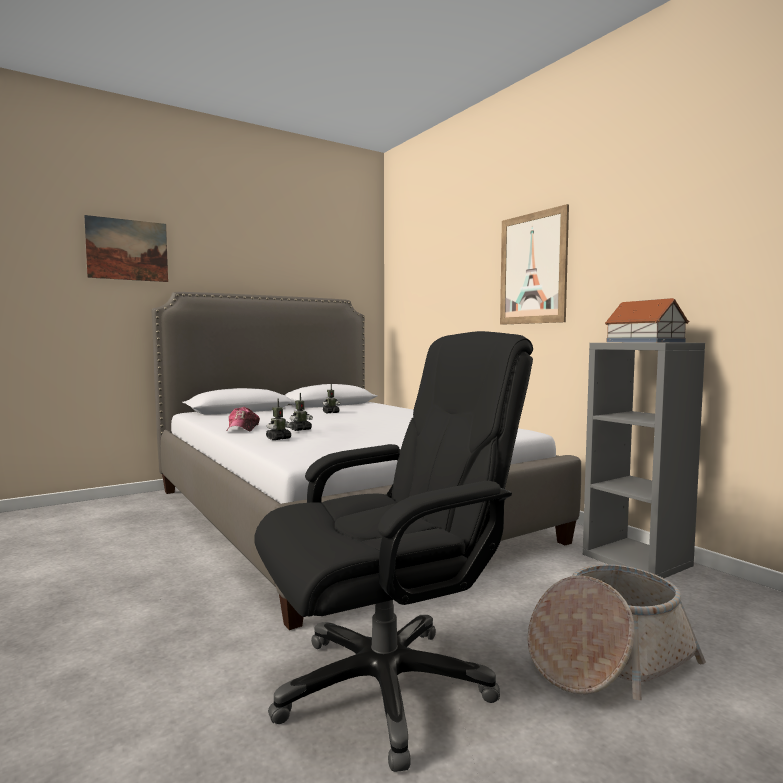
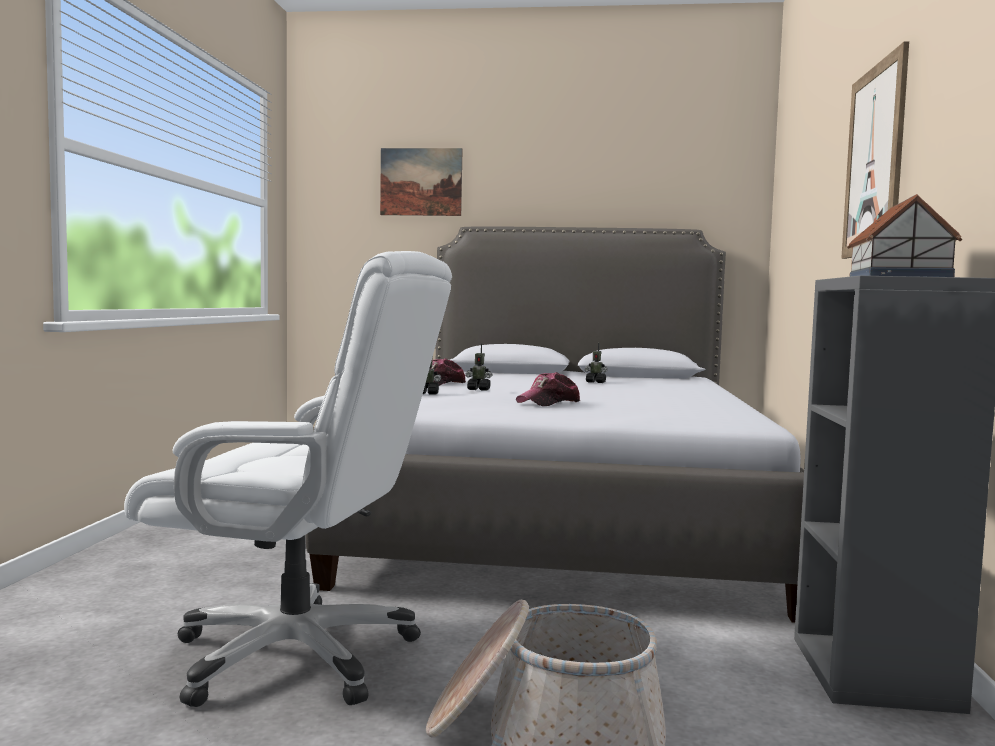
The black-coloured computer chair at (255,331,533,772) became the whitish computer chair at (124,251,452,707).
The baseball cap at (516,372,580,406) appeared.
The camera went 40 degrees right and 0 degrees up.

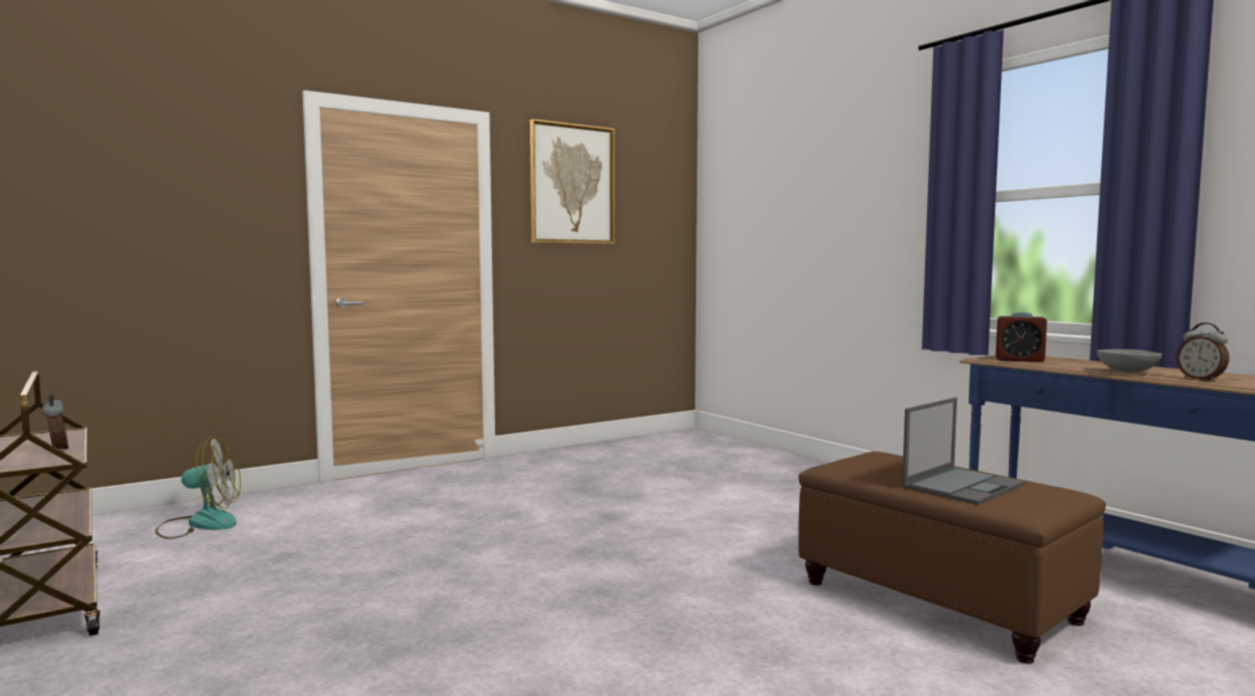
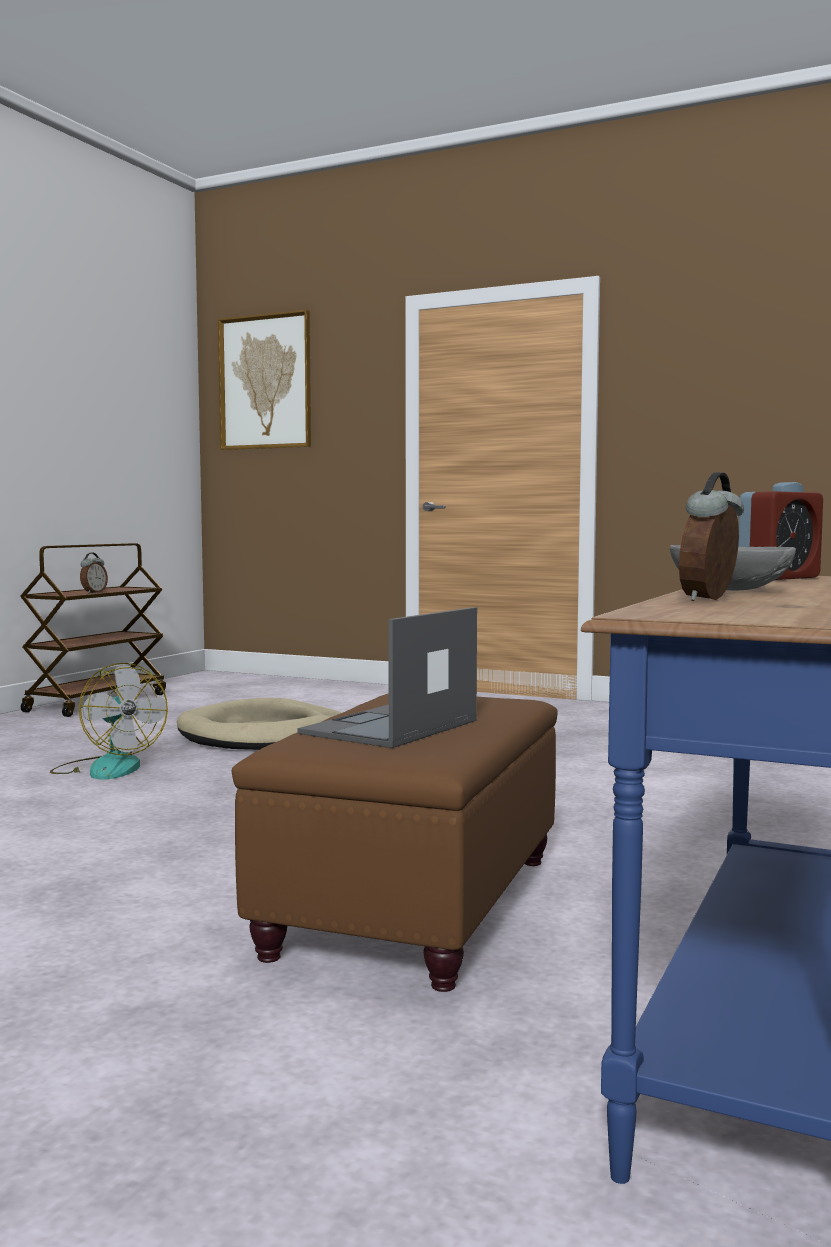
The wall picture moved from (530,119,615,244) to (218,310,311,450).
The bedside clock at (996,312,1047,362) turned 120 degrees counterclockwise.
The laptop at (902,397,1025,505) turned 105 degrees clockwise.
The electric fan moved from (155,437,241,539) to (50,663,168,780).
The sand-coloured dog cushion at (177,698,342,750) appeared.
The camera went 60 degrees right and 0 degrees up.

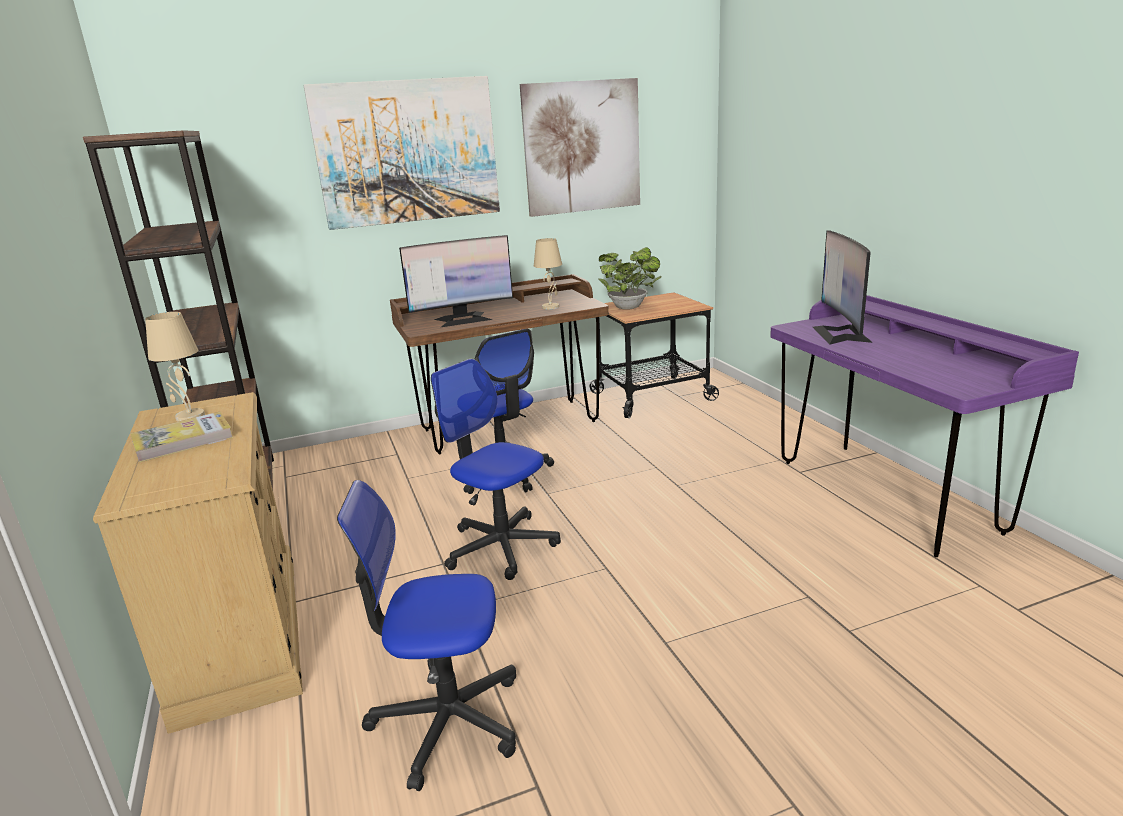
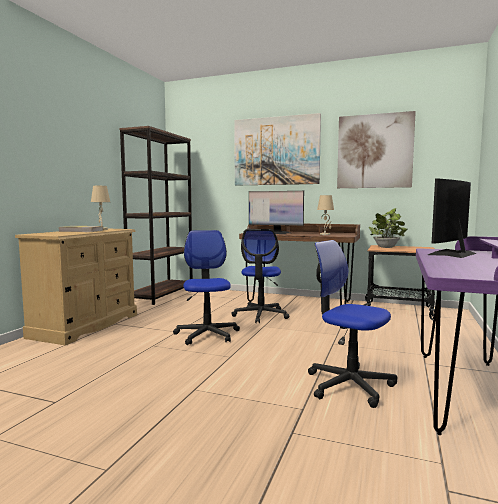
The computer chair moved from (337,480,516,791) to (308,240,397,408).
The camera went 40 degrees right and 15 degrees down.

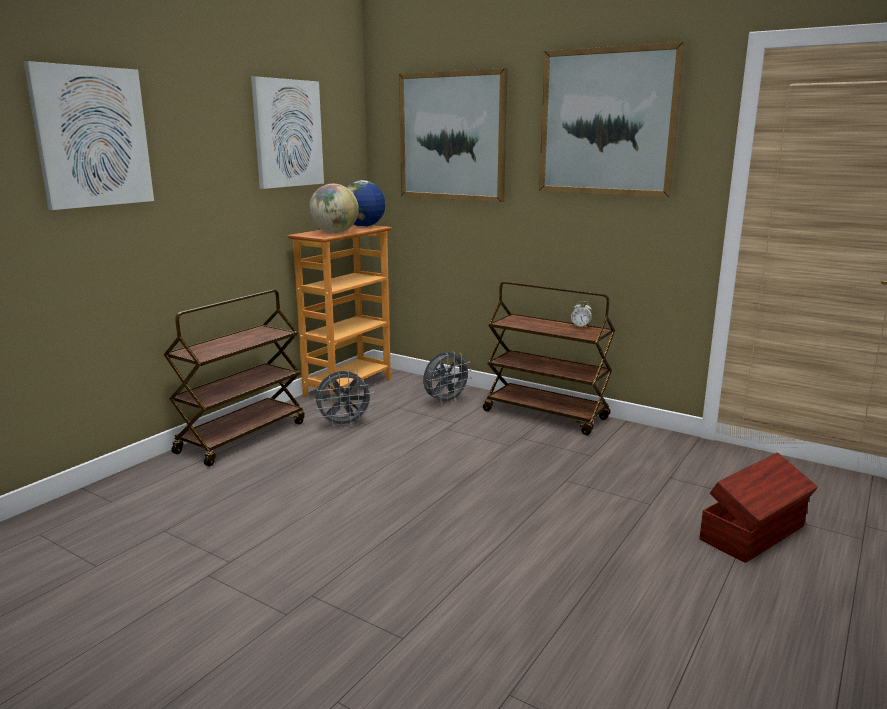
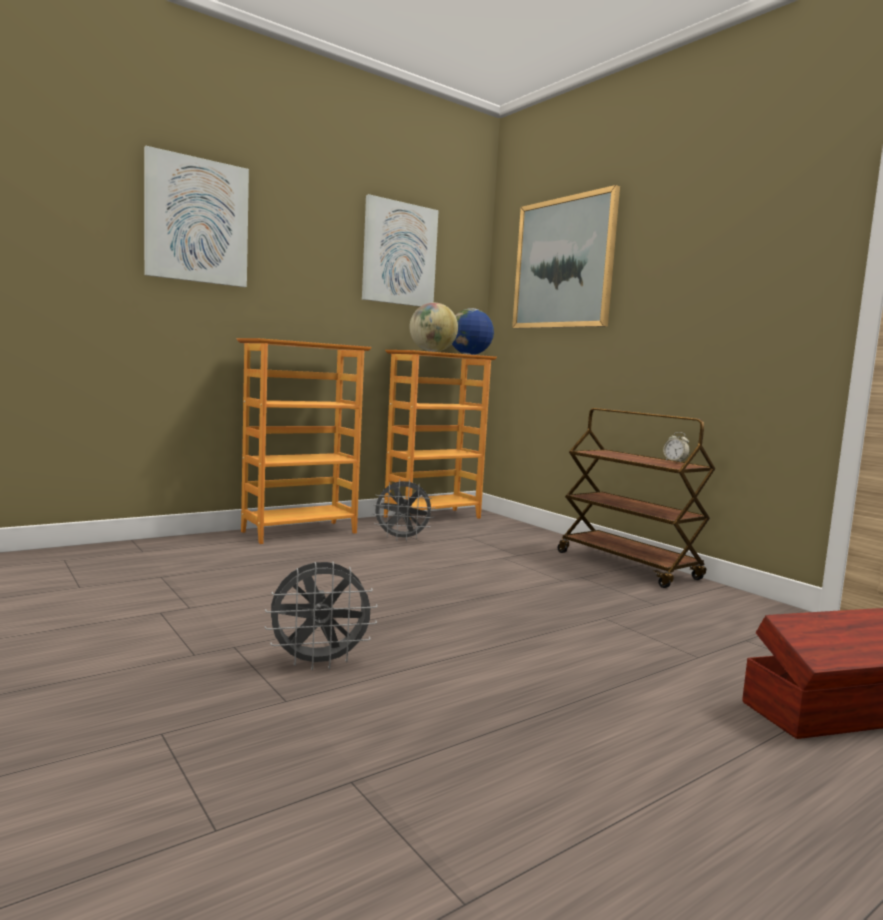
The wall picture at (539,42,685,197) disappeared.
The brown-coloured trolley at (163,290,305,467) was replaced by the shelving unit at (236,338,372,544).
The grey electric fan moved from (423,351,472,405) to (265,561,378,670).
The camera went 20 degrees right and 10 degrees down.

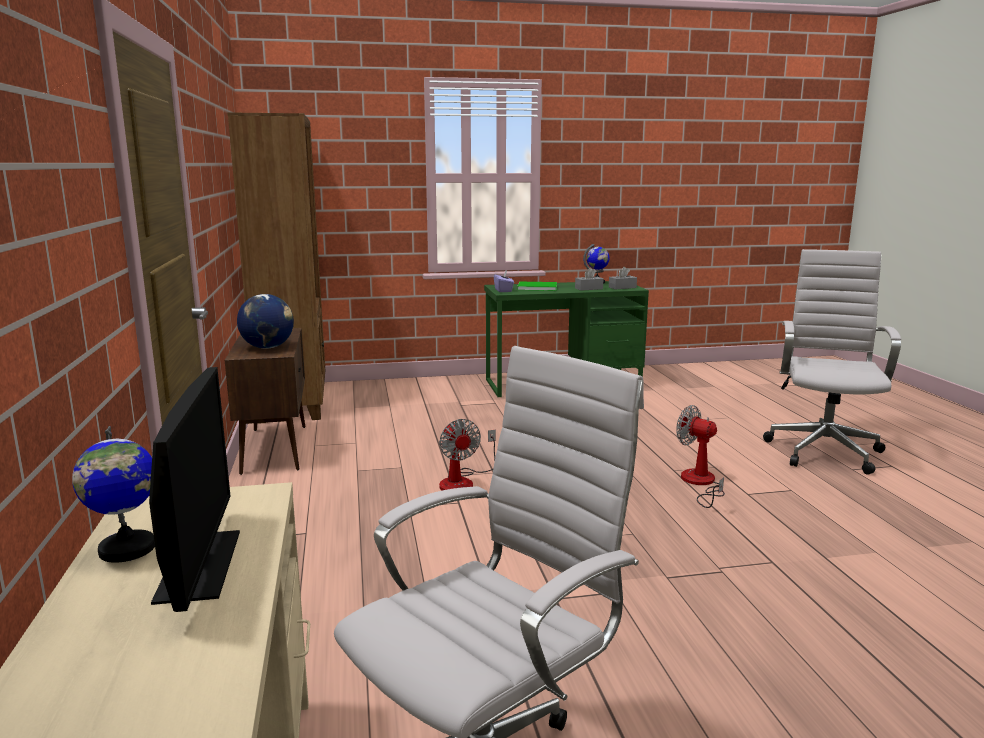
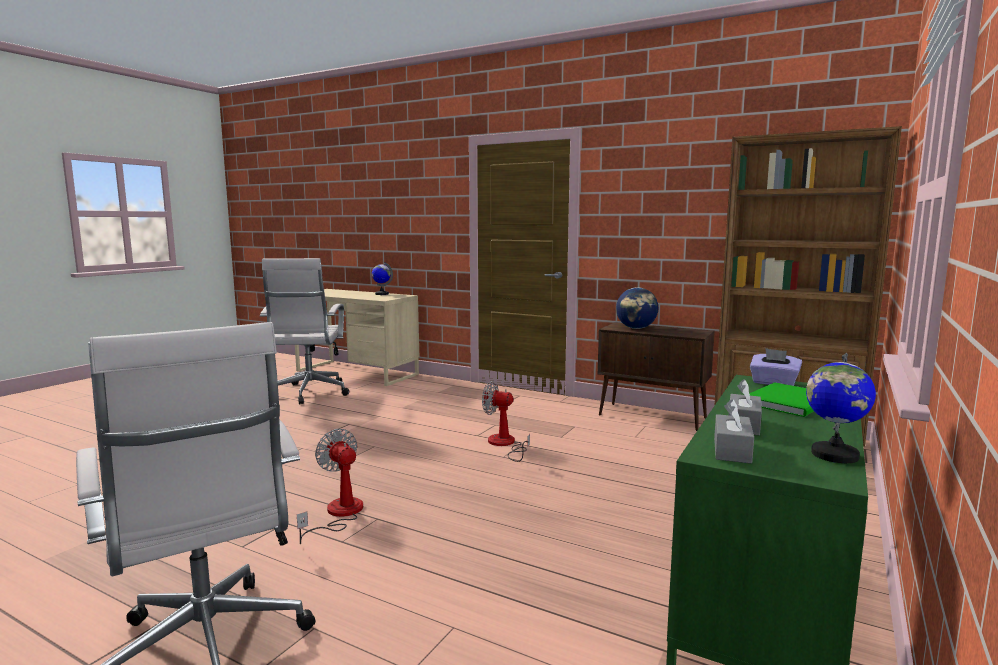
The monitor at (149,367,240,612) disappeared.
The electric fan at (676,405,725,508) turned 120 degrees counterclockwise.
The camera went 130 degrees right and 5 degrees down.

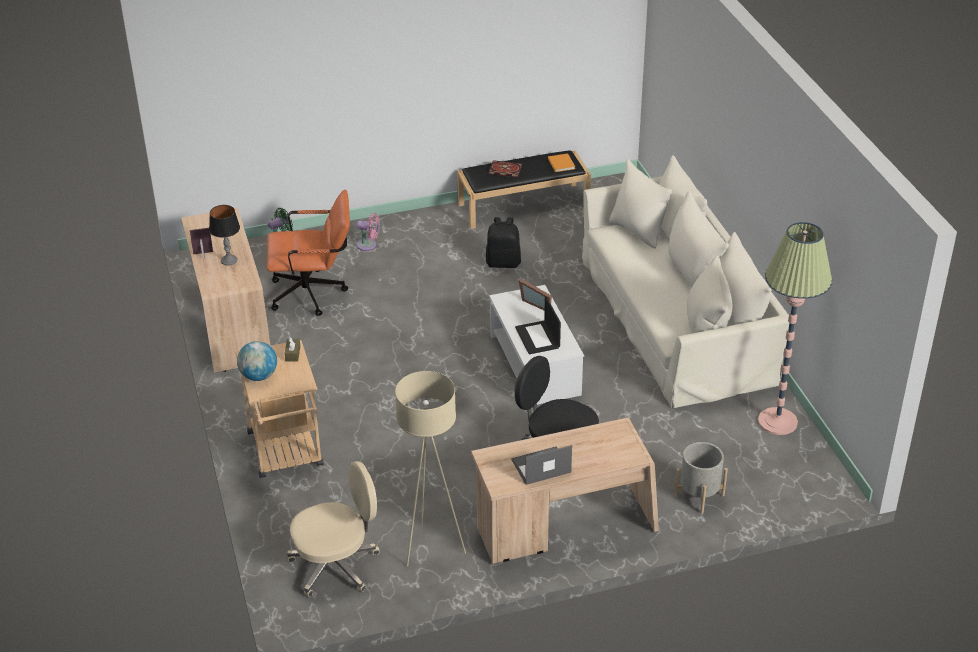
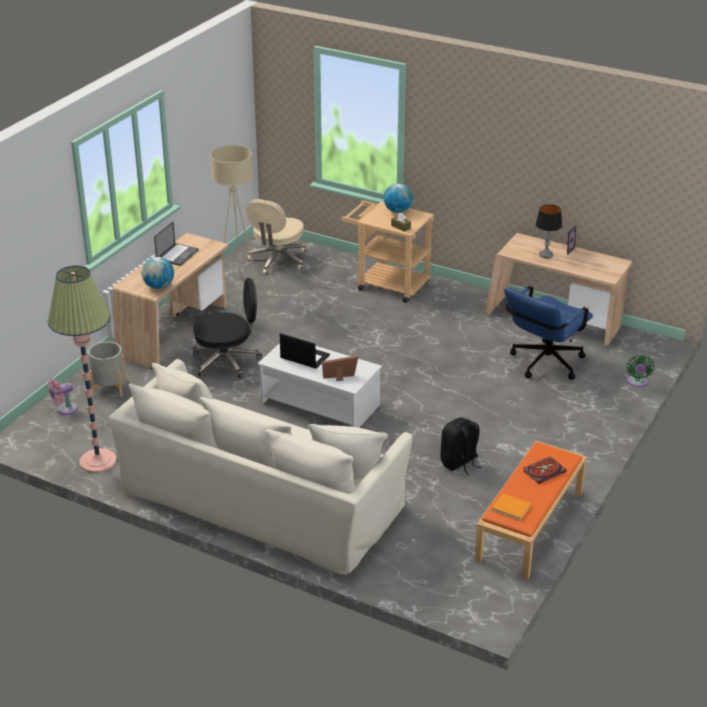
The black-coloured long seat at (457,150,591,229) became the orangey long seat at (474,441,587,580).
The orangey computer chair at (267,190,350,316) became the bluish computer chair at (504,286,593,380).
The pink-coloured electric fan moved from (356,213,380,251) to (47,379,78,415).
The world globe at (142,257,174,289) appeared.
The camera went 135 degrees right and 5 degrees down.

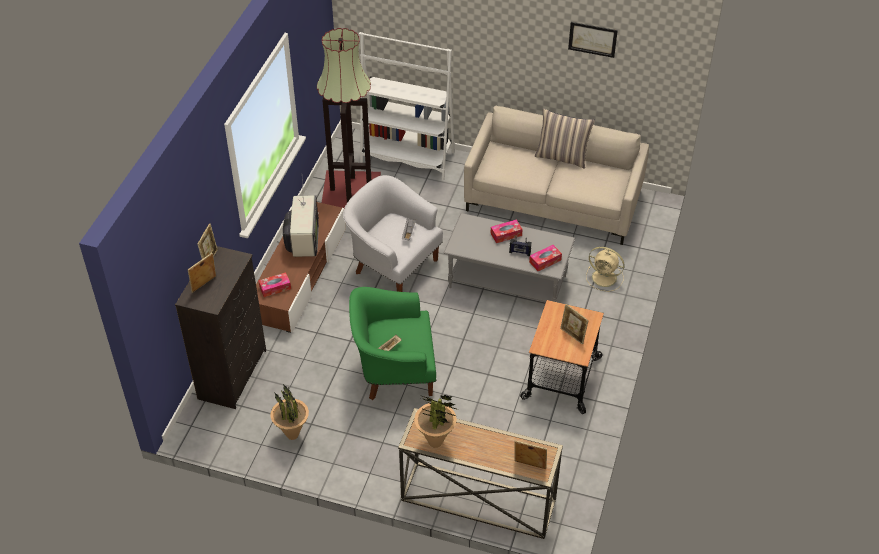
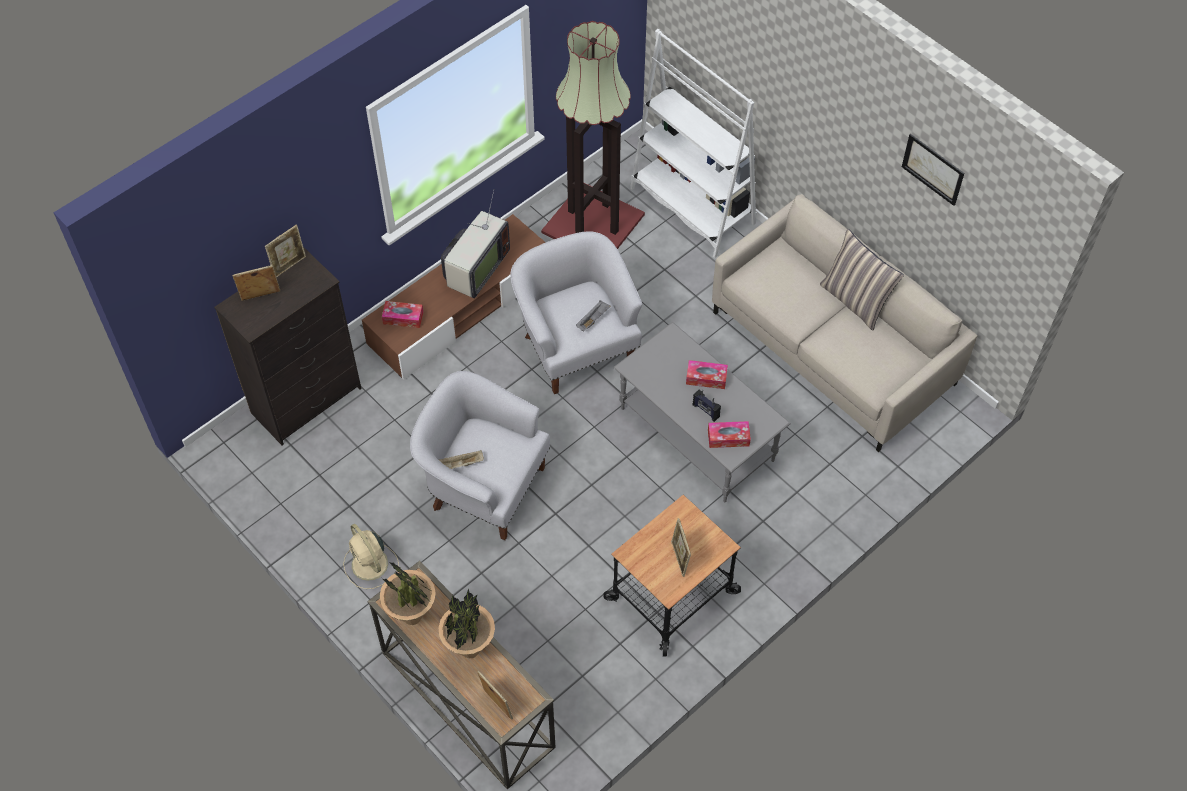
The sand-coloured electric fan moved from (586,247,625,292) to (343,524,399,589).
The greenish easy chair at (349,287,436,400) became the whitish easy chair at (410,371,550,540).
The houseplant moved from (270,384,309,440) to (439,588,495,658).
The camera went 30 degrees right and 10 degrees up.

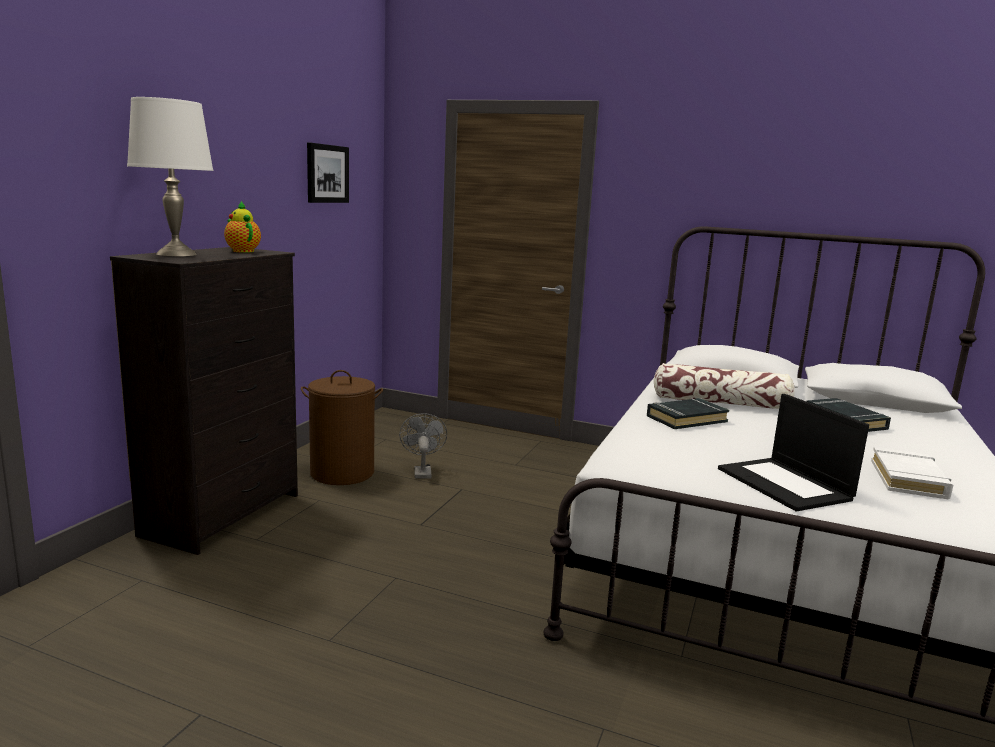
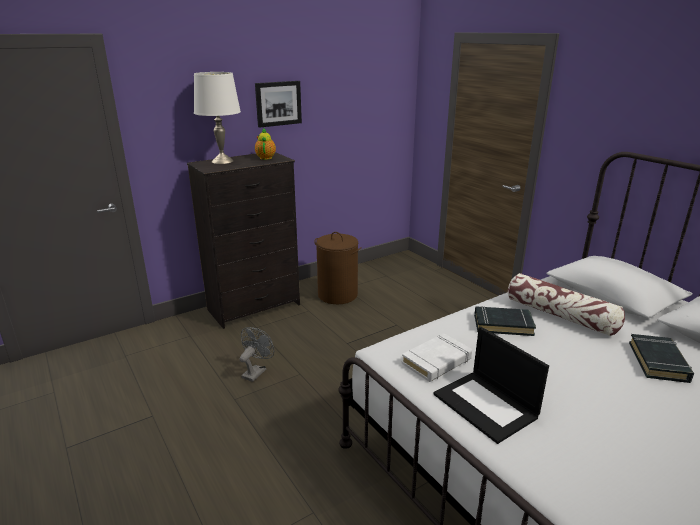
The wall picture moved from (307,143,349,203) to (255,81,302,128).
The laptop at (718,394,869,511) turned 45 degrees counterclockwise.
The grey electric fan moved from (399,413,447,479) to (240,327,274,382).
The whitish volume moved from (871,447,953,499) to (401,333,472,382).
The camera went 35 degrees right and 10 degrees up.

